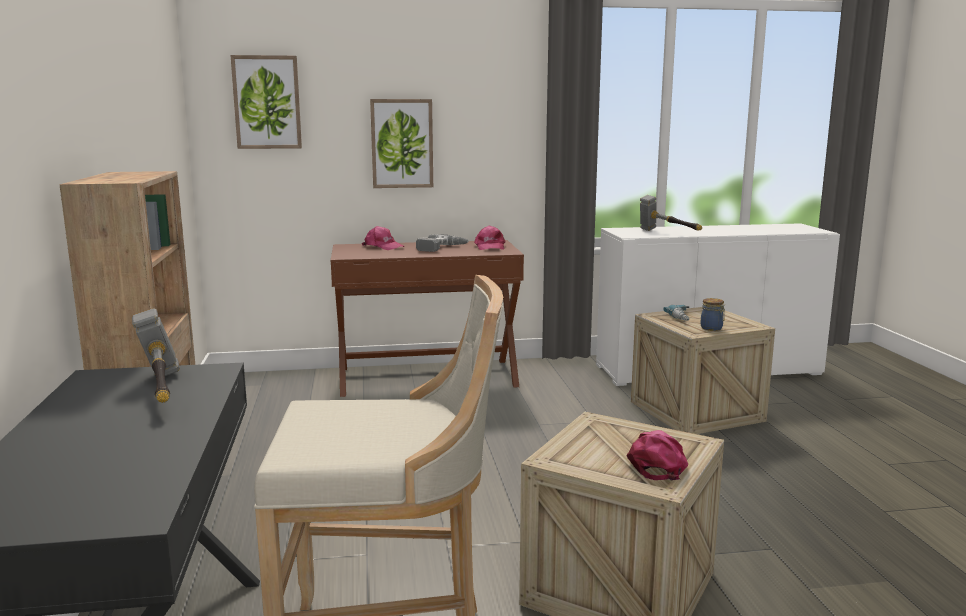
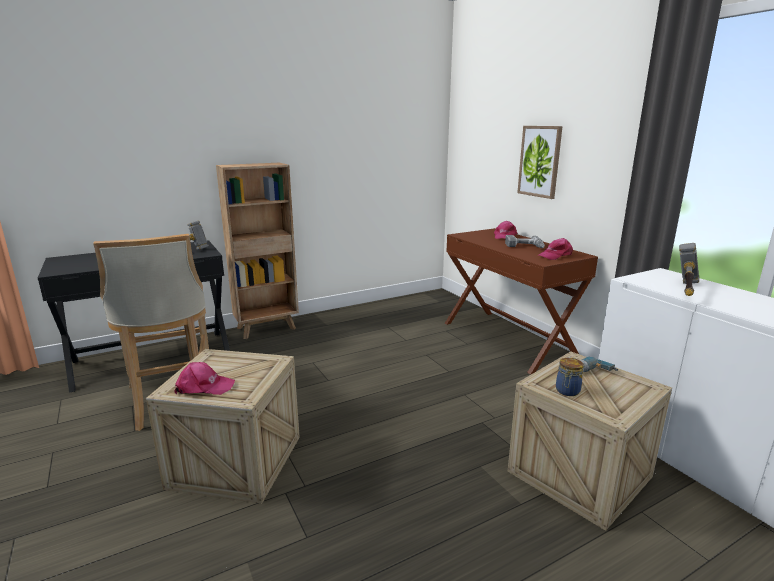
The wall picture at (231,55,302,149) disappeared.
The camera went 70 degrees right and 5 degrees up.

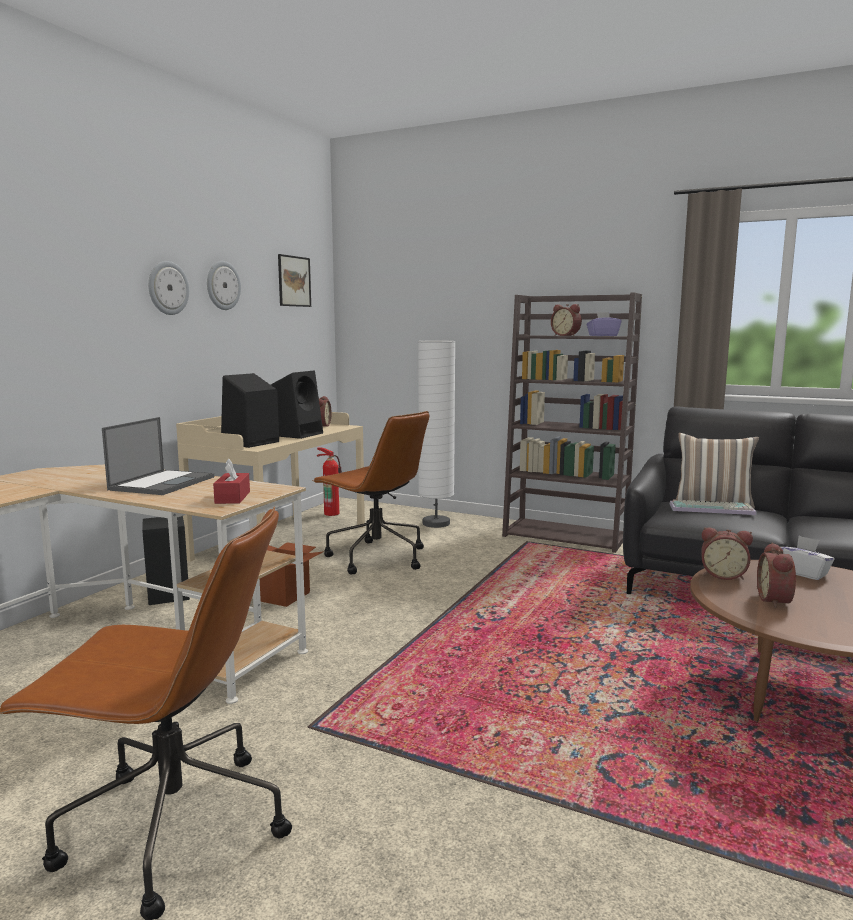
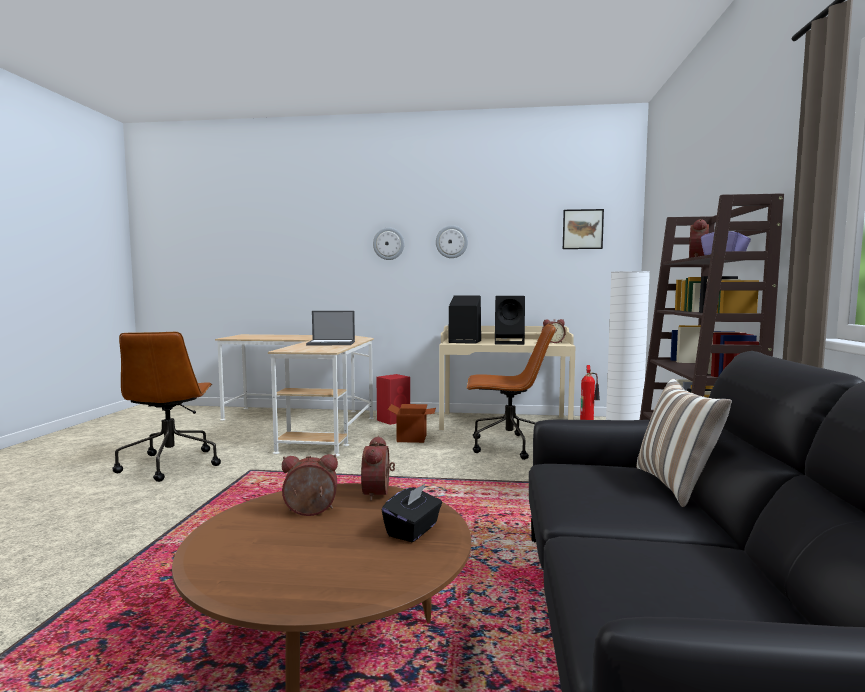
The hanging clock moved from (207,261,241,310) to (373,228,404,260).
The brown-coloured computer chair at (312,411,429,575) turned 105 degrees counterclockwise.
The red box of tissues at (213,459,250,504) disappeared.
The computer keyboard at (669,500,757,515) disappeared.
The black-coloured audio speaker at (142,516,190,605) became the red audio speaker at (376,374,410,425).
The whitish box of tissues at (781,536,835,580) became the black-coloured box of tissues at (382,483,442,542).
The camera went 70 degrees right and 5 degrees down.

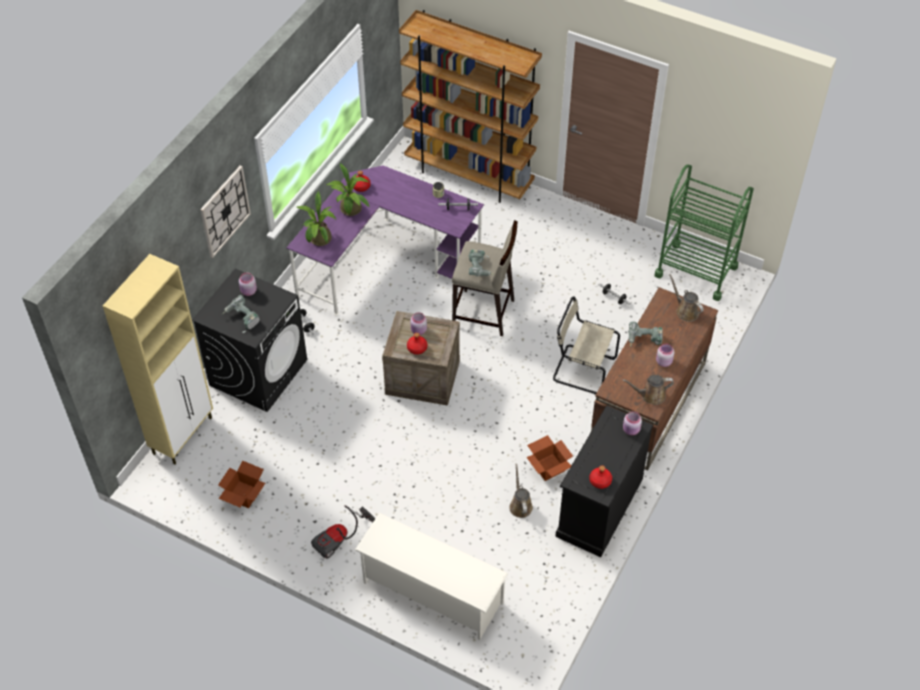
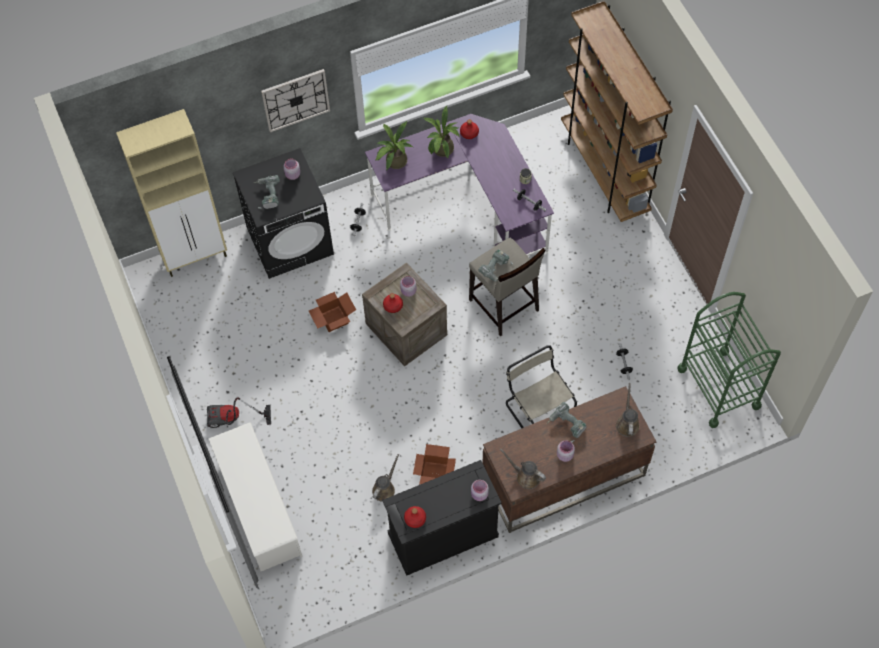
The carton moved from (218,460,265,508) to (309,292,356,332).
The camera went 40 degrees right and 10 degrees up.

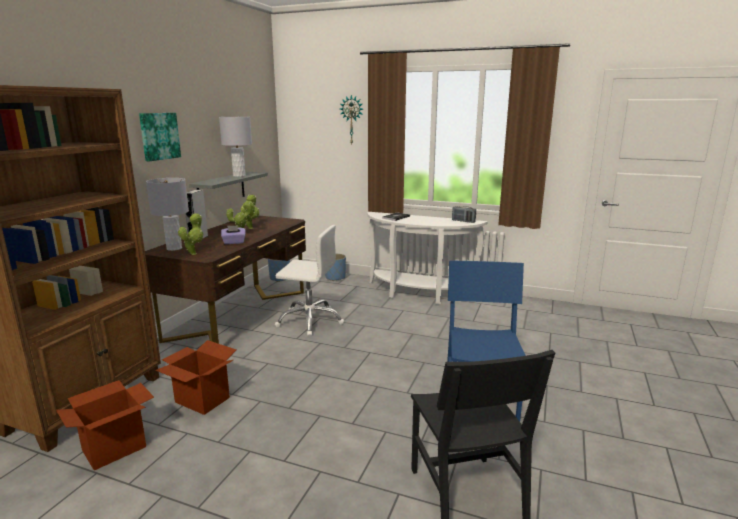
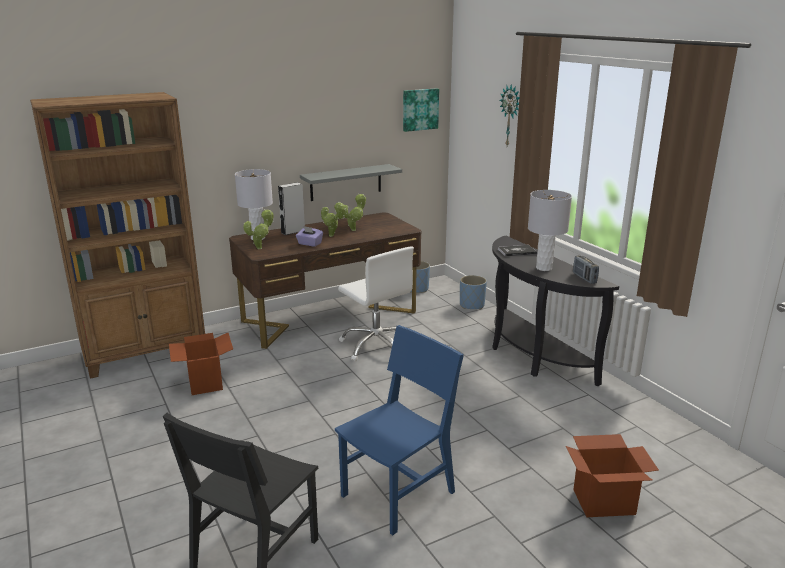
The wall picture moved from (139,113,181,161) to (403,88,439,132).
The grey lamp for a table moved from (219,117,252,177) to (528,190,572,271).
The whitish narrow table at (368,212,488,305) became the black-coloured narrow table at (492,236,619,386).
The carton moved from (56,380,154,471) to (566,434,659,517).
The camera went 40 degrees right and 5 degrees up.

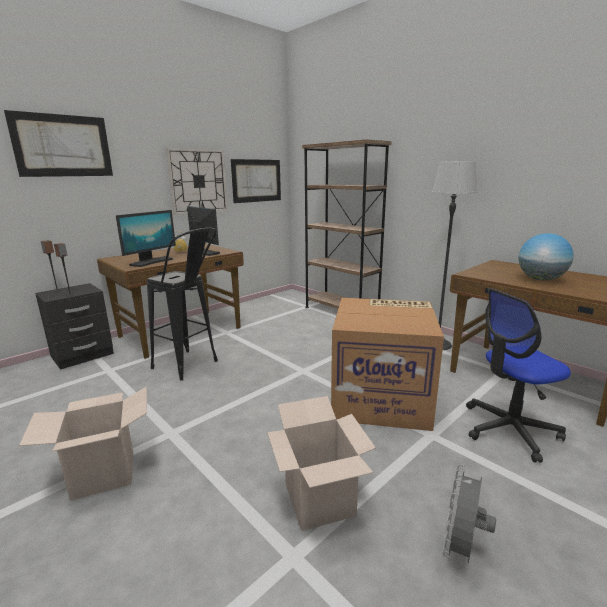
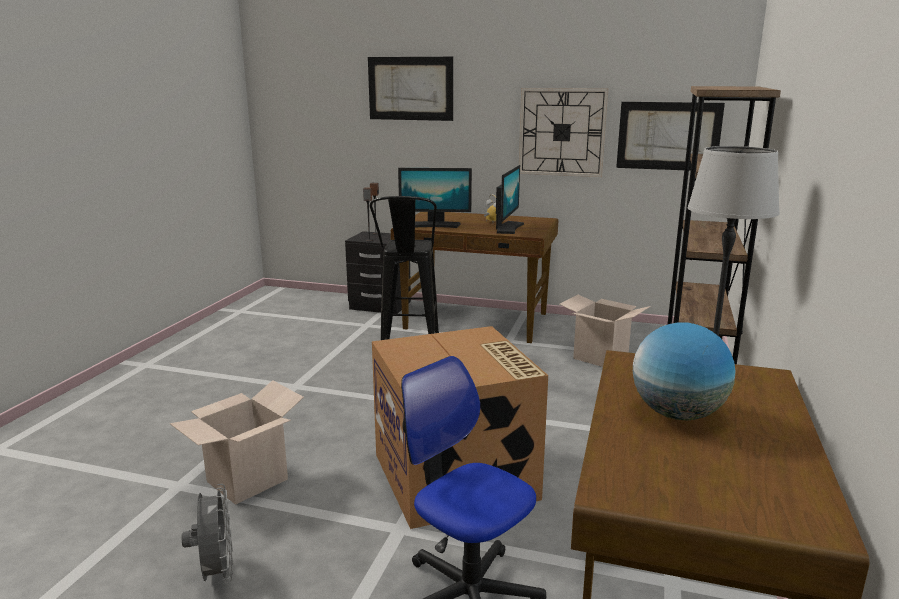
The carton moved from (19,387,147,501) to (559,295,651,367).
The grey electric fan at (442,465,496,563) turned 75 degrees clockwise.
The camera went 60 degrees right and 0 degrees up.

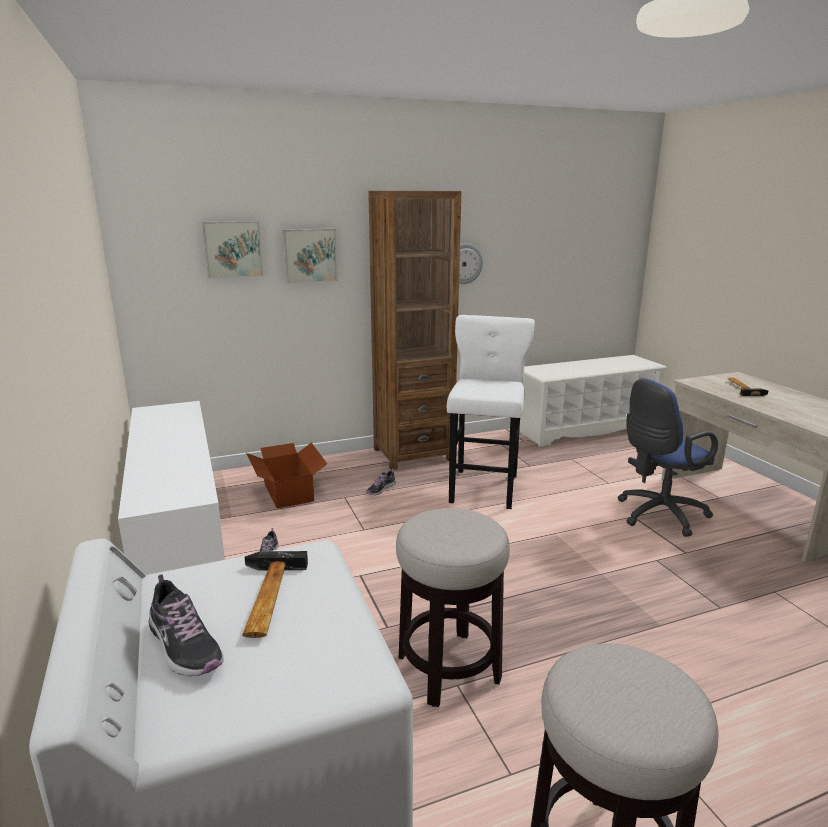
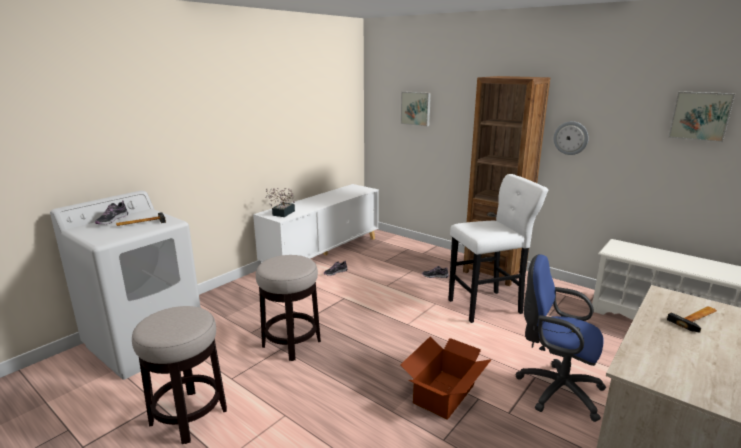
The wall picture moved from (282,229,338,284) to (668,91,735,142).
The carton moved from (246,443,327,508) to (400,336,492,420).
The houseplant at (265,188,295,217) appeared.
The camera went 60 degrees right and 0 degrees up.

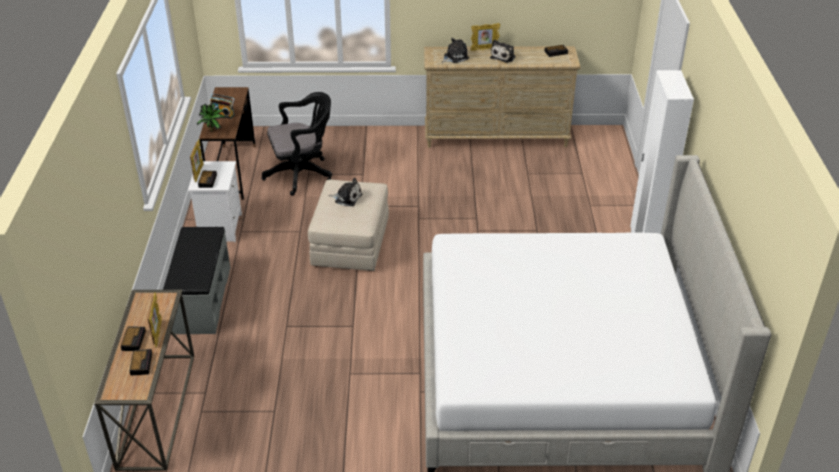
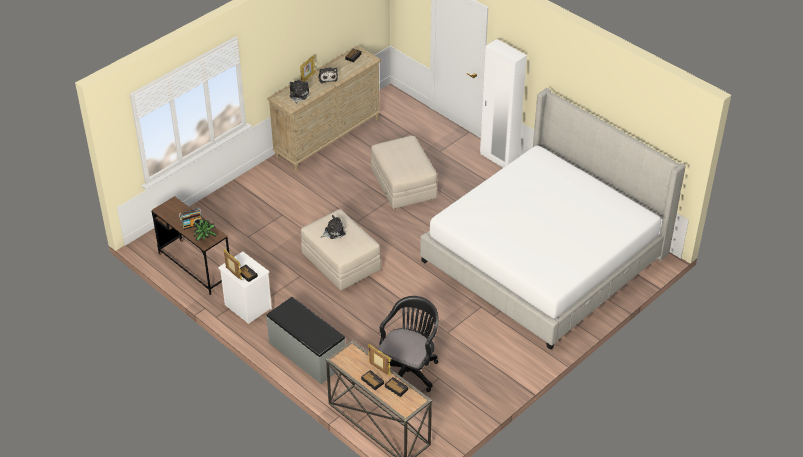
The black-coloured computer chair moved from (261,92,332,196) to (378,296,439,392).
The sand-coloured ottoman at (371,136,437,209) appeared.
The camera went 45 degrees left and 5 degrees up.

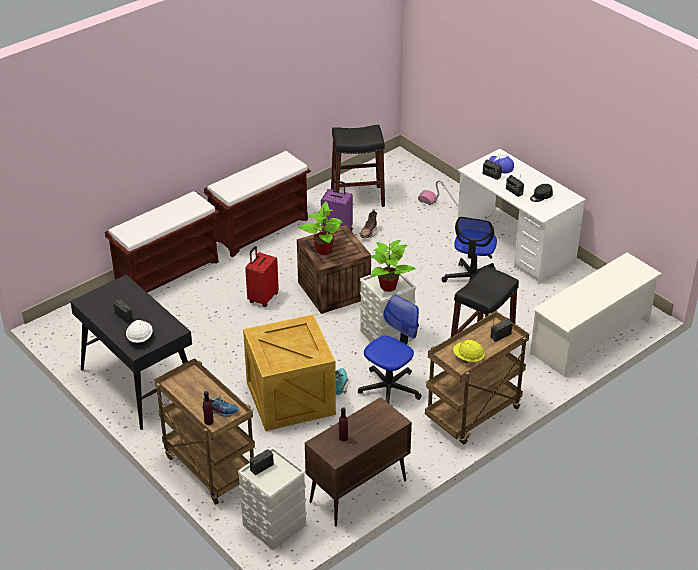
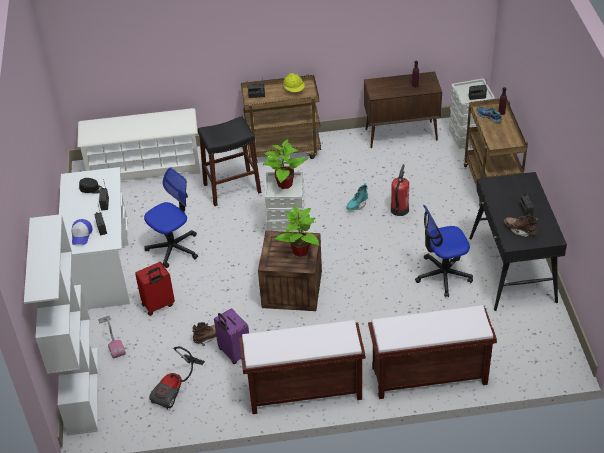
The black-coloured sitting stool at (331,125,385,207) was replaced by the hoover at (149,346,205,410).
The red piece of luggage moved from (245,246,279,307) to (135,262,175,316).
The computer chair moved from (358,295,422,403) to (415,205,473,297).
The packing crate at (243,314,336,431) was replaced by the fire extinguisher at (391,164,409,216).
The whitish hard hat at (126,320,153,343) disappeared.
The whitish shelving unit at (24,214,98,435) appeared.
The brown-coloured tall boot at (504,215,538,237) appeared.
The camera went 145 degrees left and 5 degrees up.

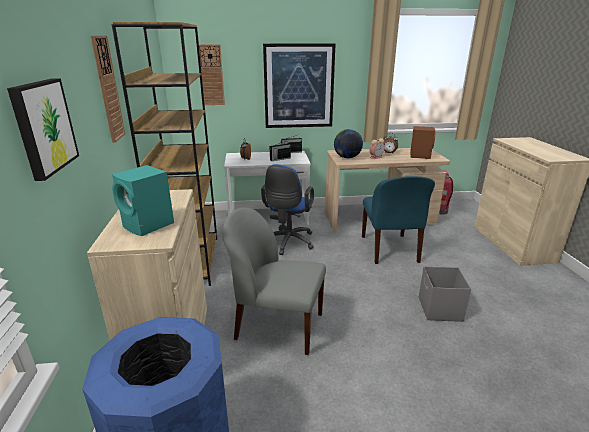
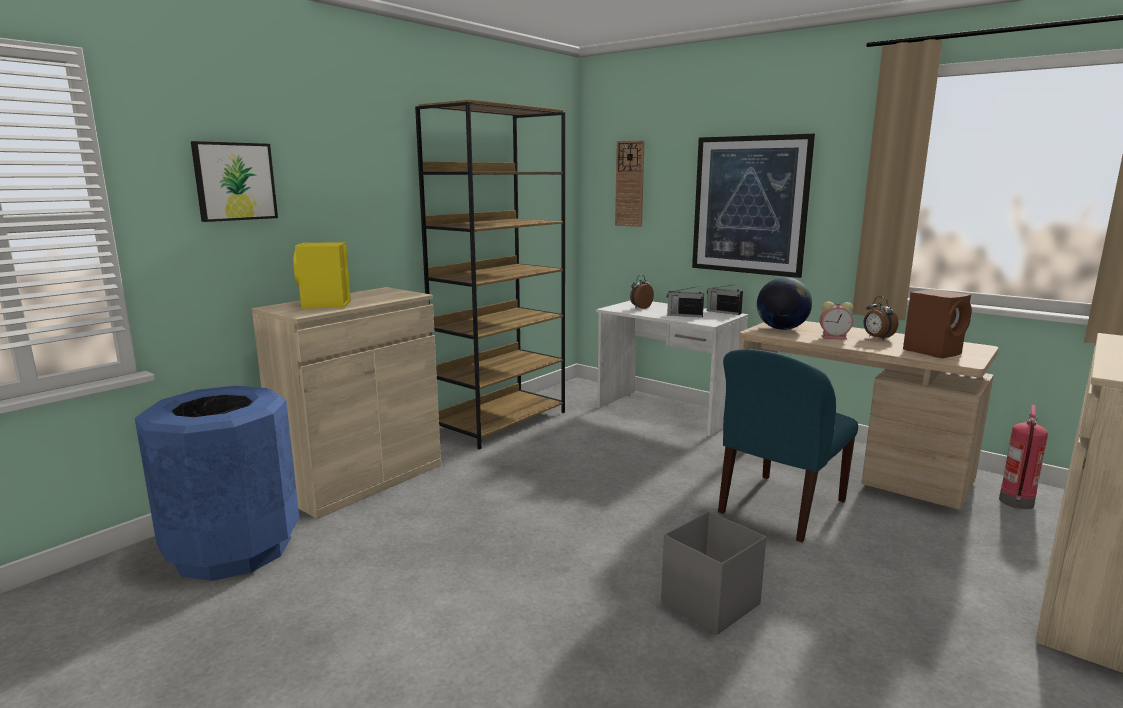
The hanging clock at (91,36,125,143) disappeared.
The bluish computer chair at (261,164,314,255) disappeared.
The turquoise audio speaker at (112,165,174,236) became the yellow audio speaker at (293,242,351,309).
The grey upright chair at (222,208,326,355) disappeared.
The camera went 45 degrees right and 10 degrees down.

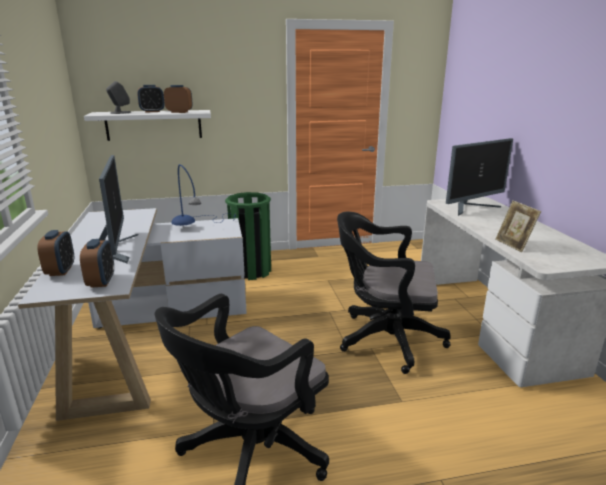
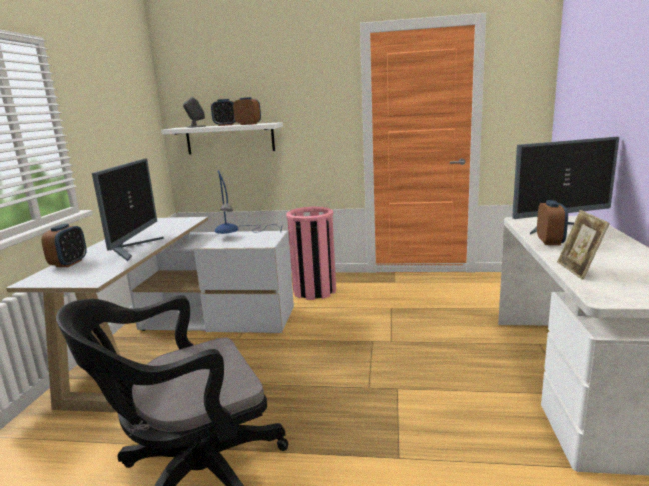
The greenish rubbish bin at (225,192,271,280) became the pink-coloured rubbish bin at (286,207,336,300).
The black-coloured computer chair at (337,212,451,374) disappeared.
The bedside clock moved from (80,239,114,288) to (537,200,568,245).
The camera went 20 degrees right and 5 degrees down.

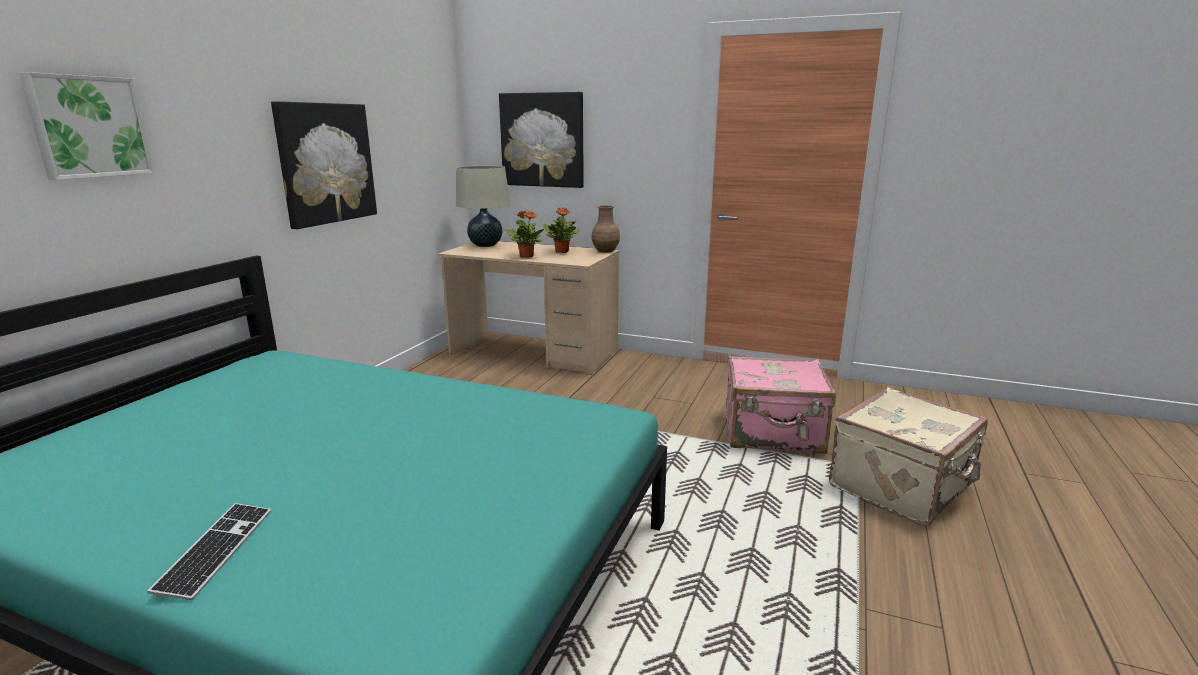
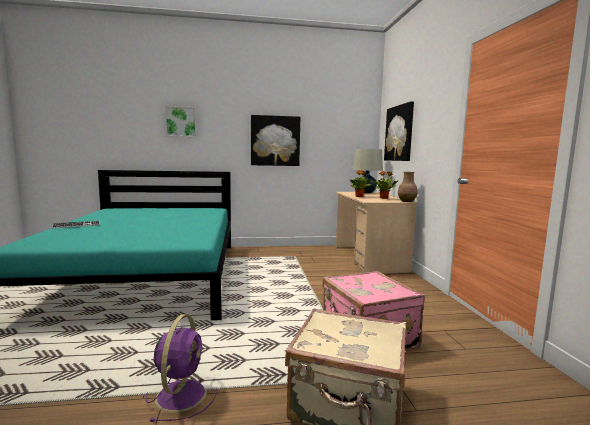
The purple-coloured electric fan at (146,314,217,422) appeared.
The camera went 60 degrees right and 10 degrees down.

